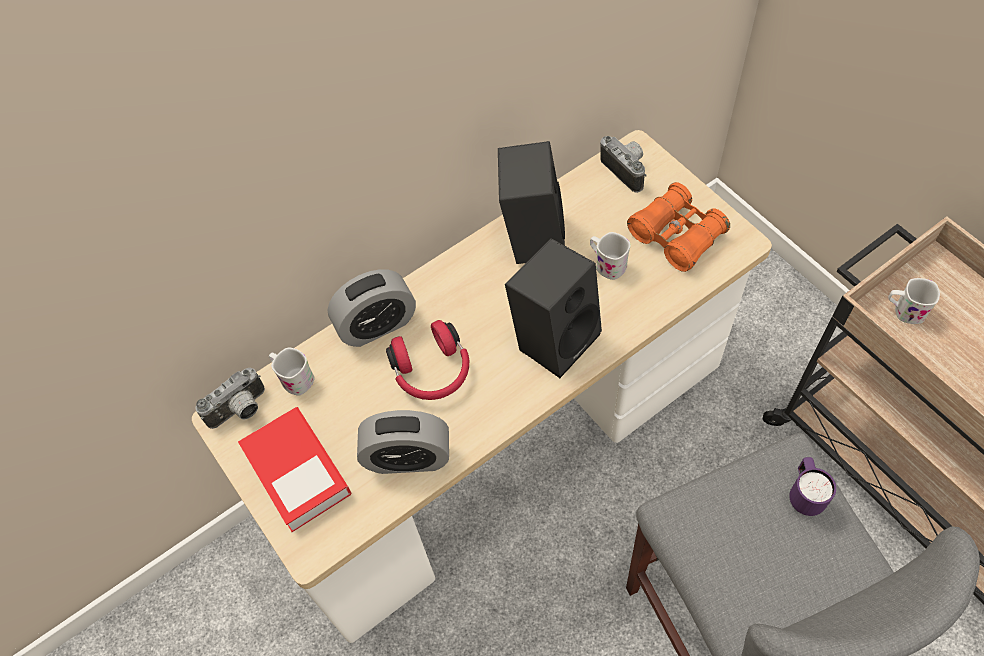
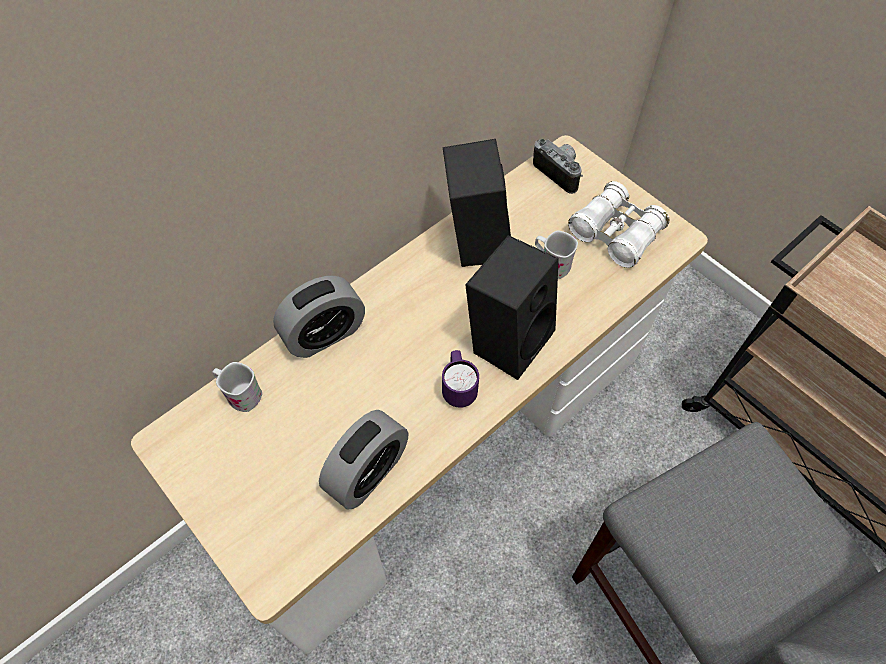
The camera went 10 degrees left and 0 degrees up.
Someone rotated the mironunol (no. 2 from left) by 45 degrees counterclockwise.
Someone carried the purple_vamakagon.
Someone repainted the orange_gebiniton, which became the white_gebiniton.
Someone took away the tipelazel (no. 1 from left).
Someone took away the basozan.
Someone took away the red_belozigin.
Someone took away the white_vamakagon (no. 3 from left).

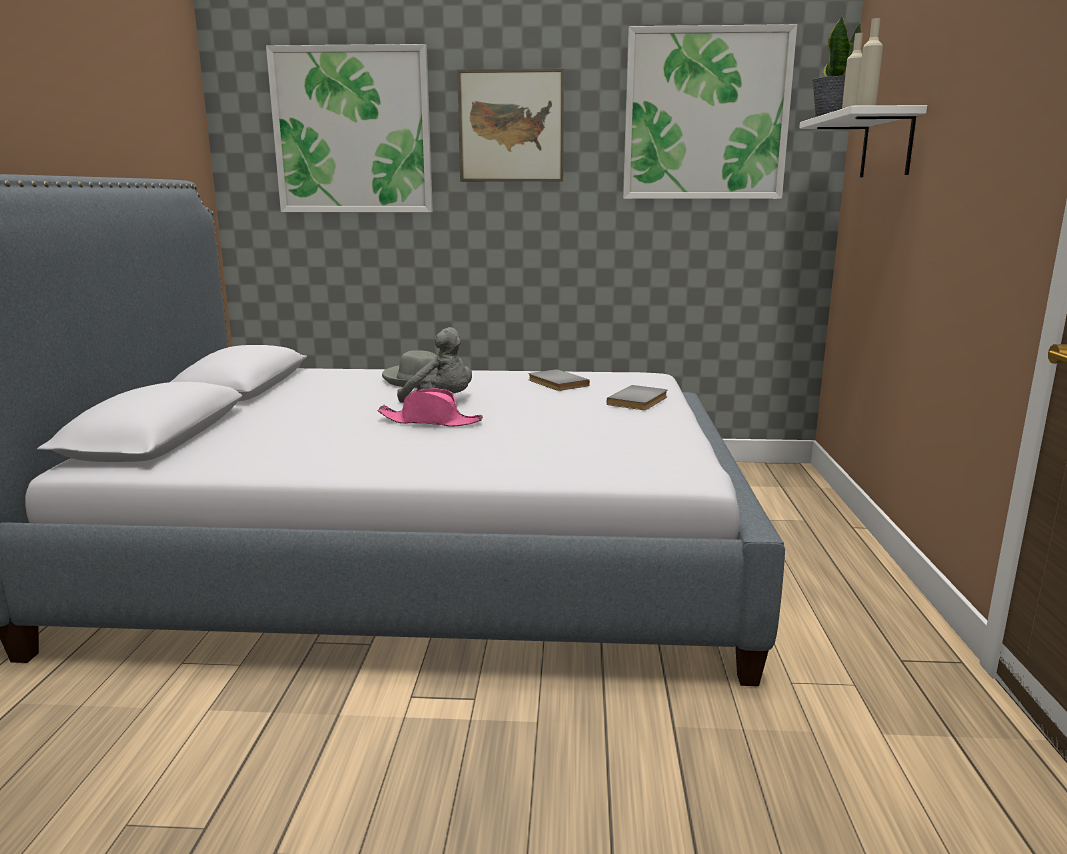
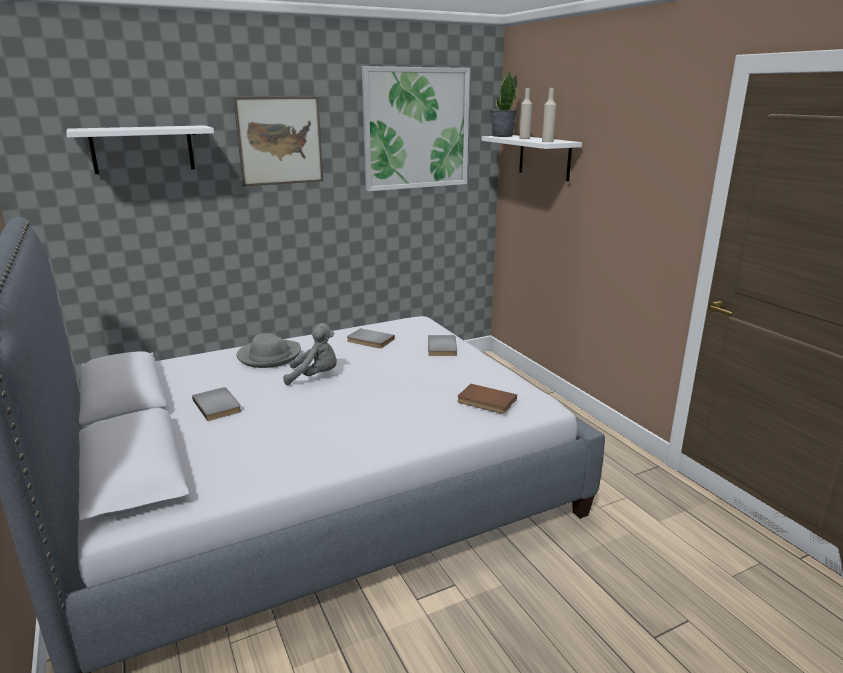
The camera went 30 degrees left and 5 degrees up.
Someone swapped the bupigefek (no. 1 from left) for the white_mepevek (no. 1 from left).
Someone put down the grey_basozan (no. 1 from left).
Someone put down the brown_basozan.
Someone took away the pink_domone.

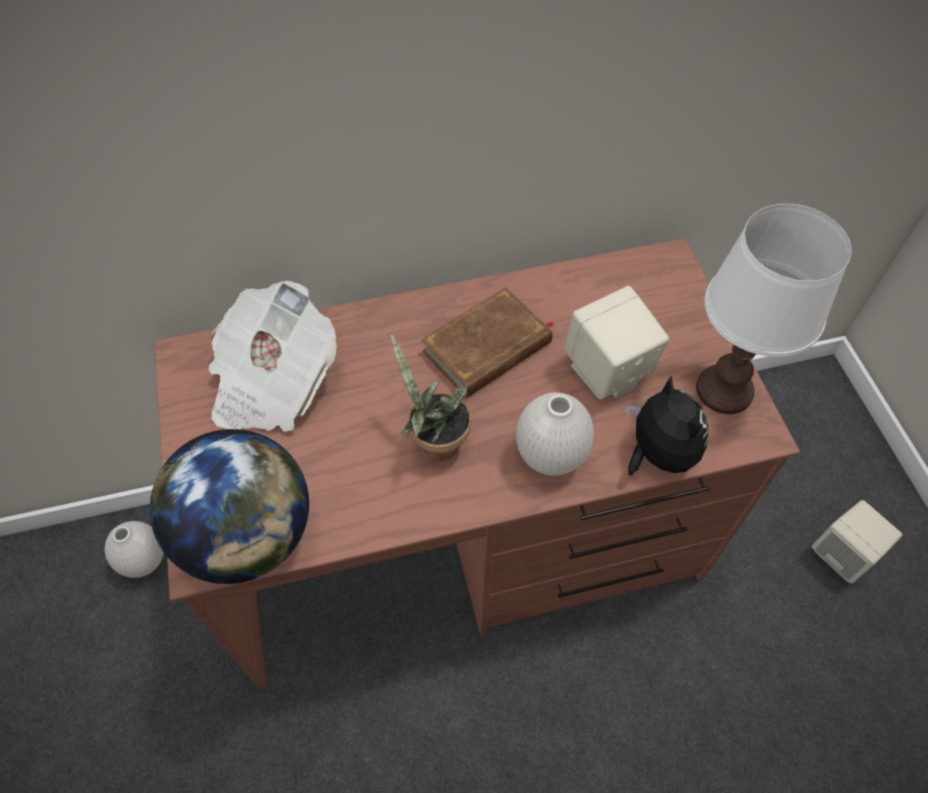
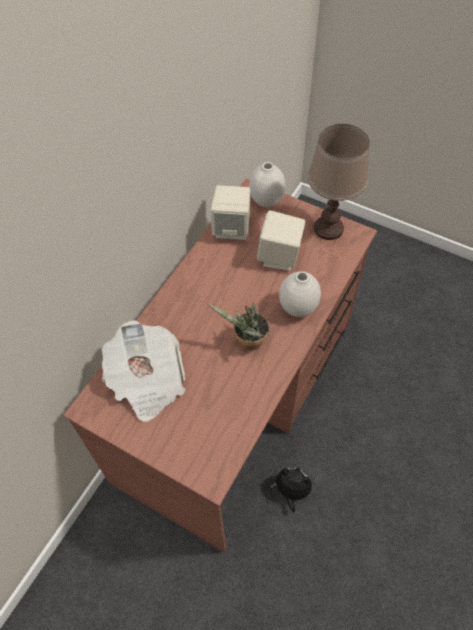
The camera went 45 degrees left and 0 degrees up.
Someone carried the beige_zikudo (no. 2 from left in the first image).
Someone carried the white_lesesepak (no. 1 from left).
Someone carried the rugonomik.
Someone repainted the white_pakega, which became the brown_pakega.
Someone took away the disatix.
Someone took away the brown_basozan.

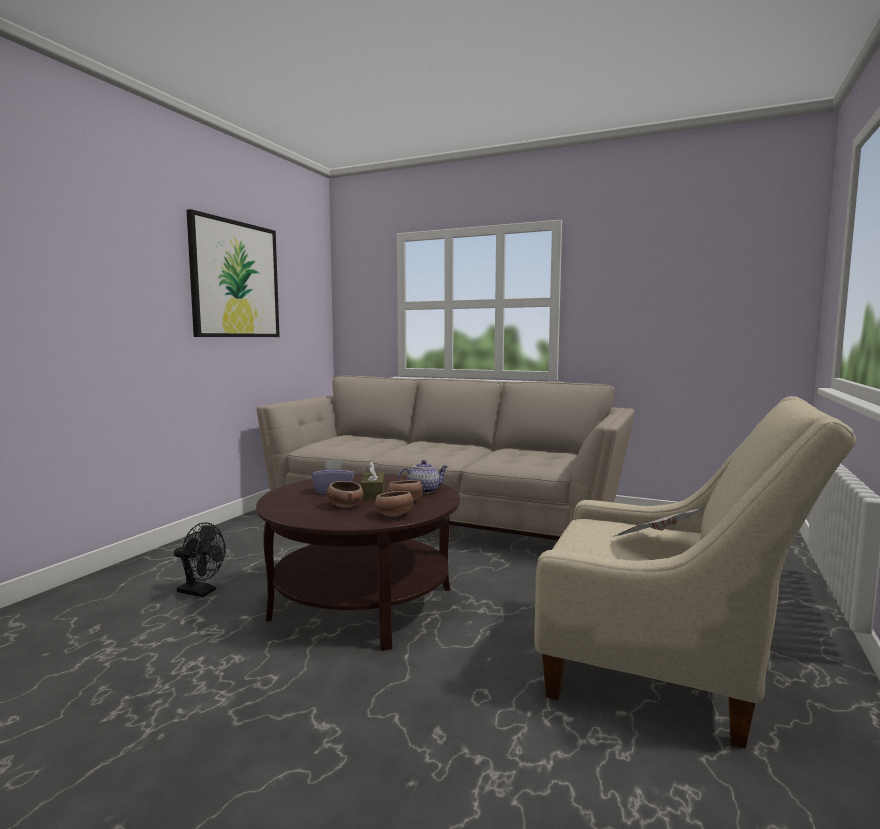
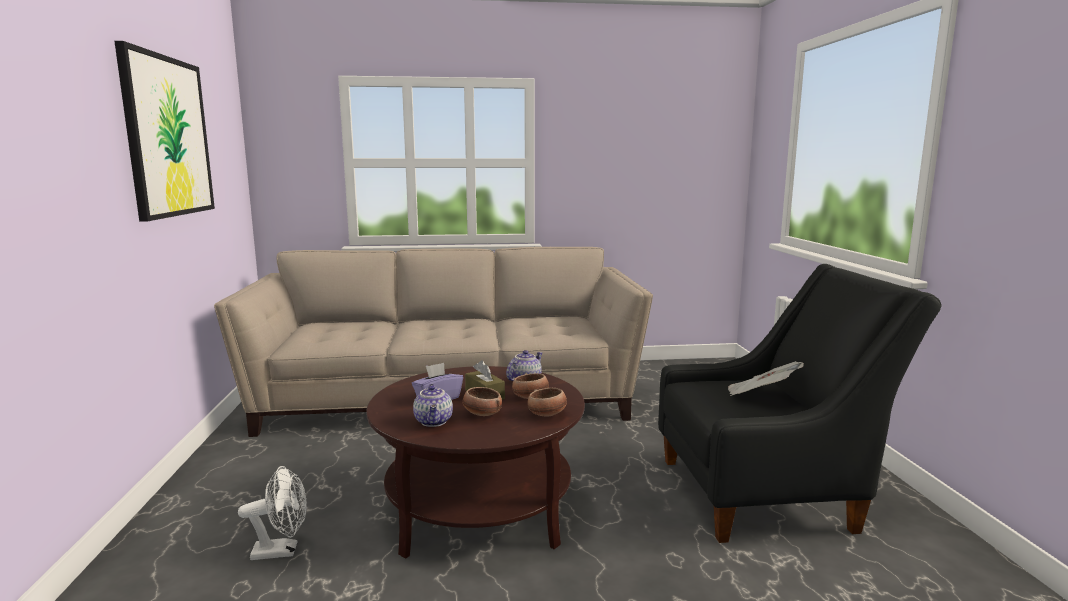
The camera went 30 degrees left and 5 degrees up.
Someone repainted the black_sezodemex, which became the white_sezodemex.
Someone put down the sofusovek (no. 1 from left).
Someone repainted the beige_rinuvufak, which became the black_rinuvufak.

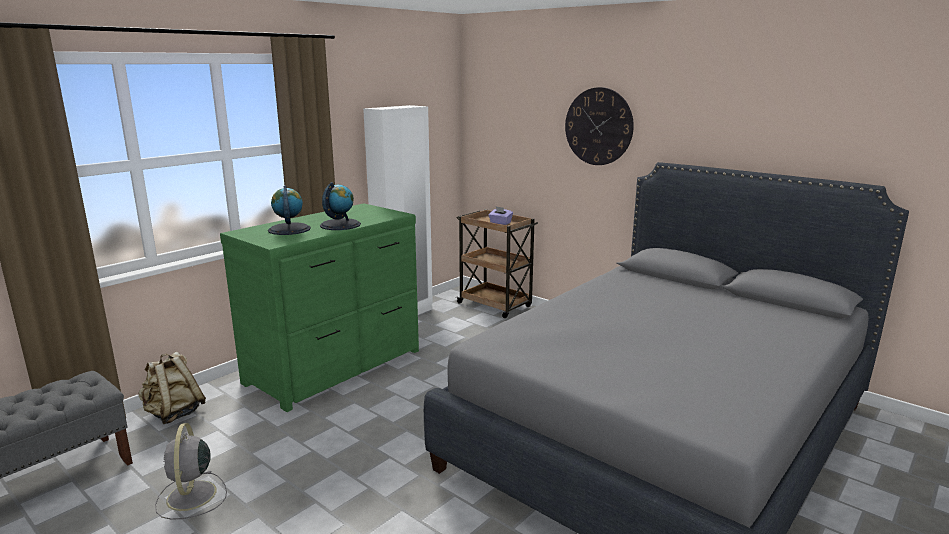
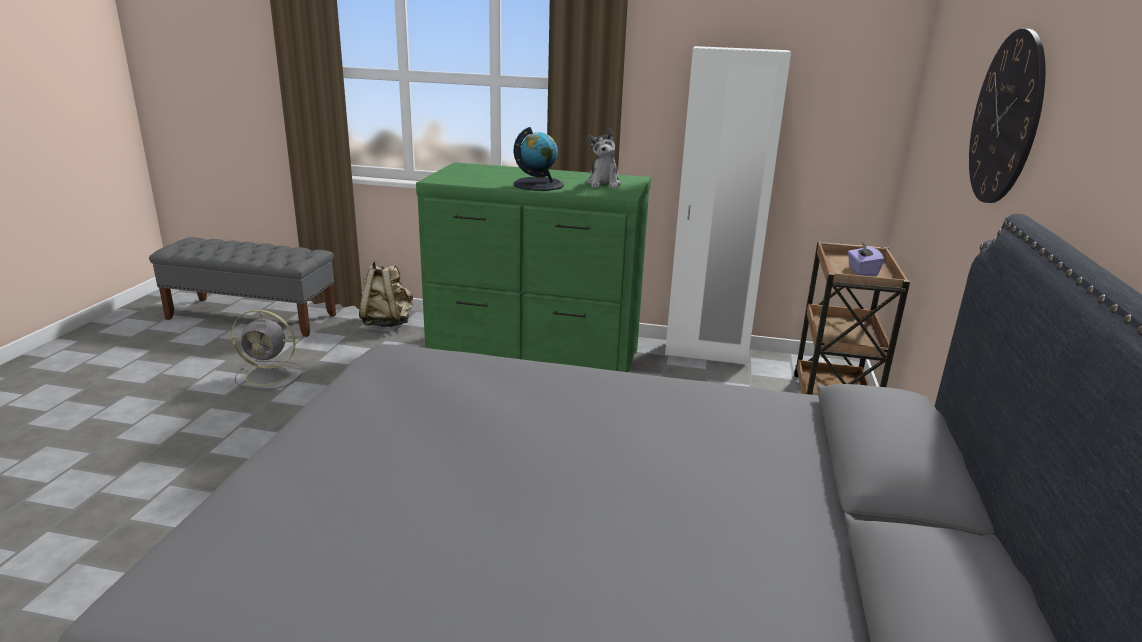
The camera went 60 degrees right and 5 degrees up.
Someone rotated the grey_sezodemex by 135 degrees counterclockwise.
Someone put down the rugonomik.
Someone took away the disatix (no. 1 from left).

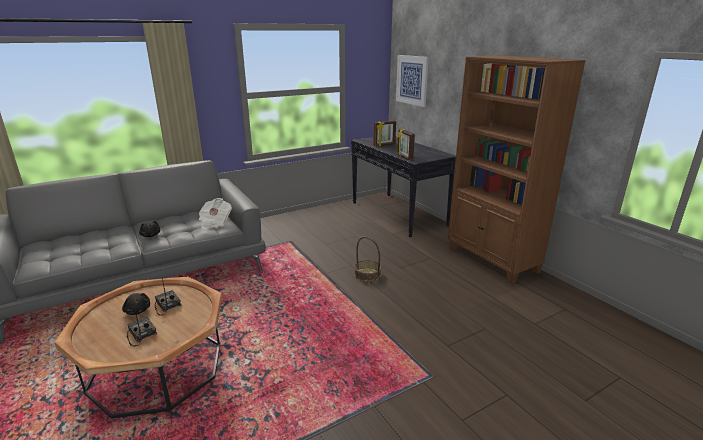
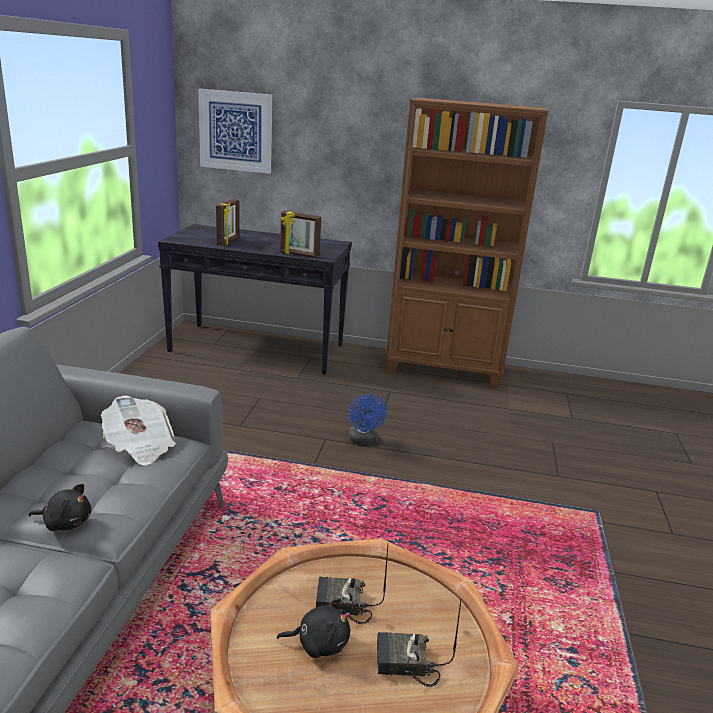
The camera went 50 degrees left and 0 degrees up.
Someone swapped the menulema for the blue_sezodemex.

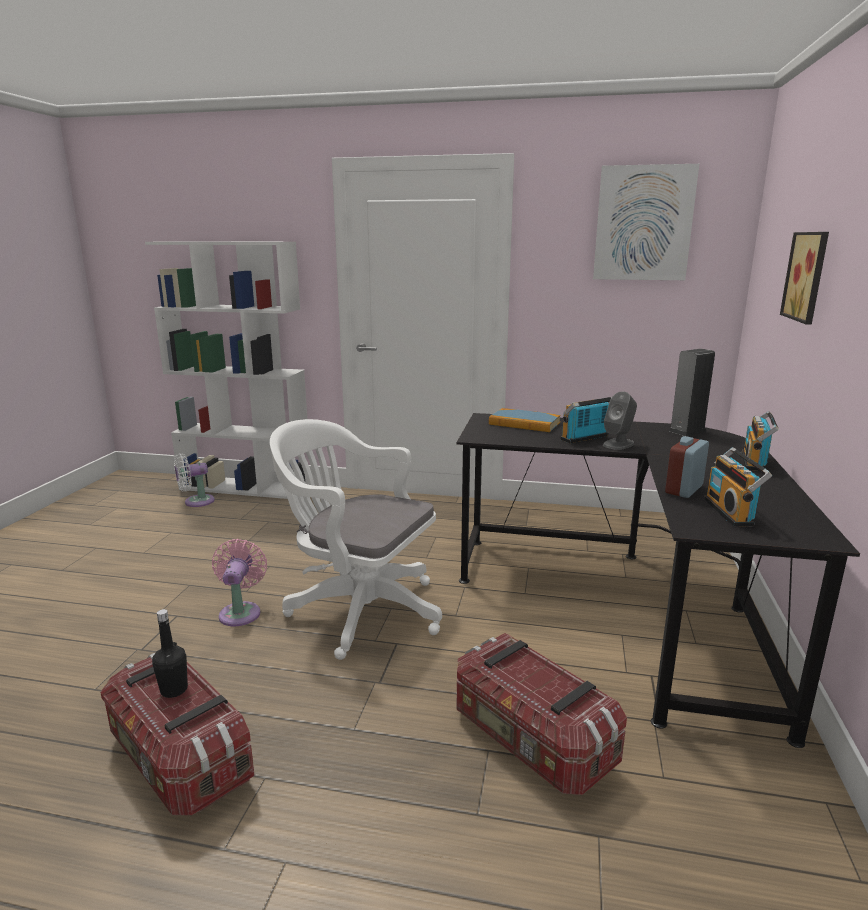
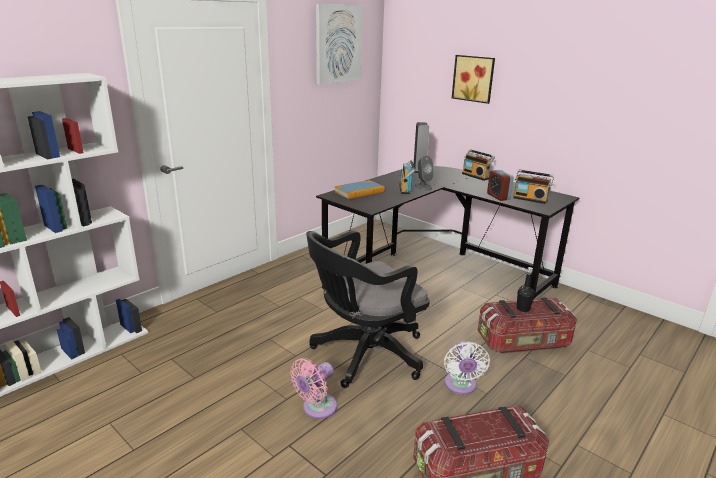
The camera went 60 degrees left and 5 degrees up.
Someone rotated the pink_sezodemex by 75 degrees counterclockwise.
Someone repainted the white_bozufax, which became the black_bozufax.
Someone carried the white_sezodemex.
Someone carried the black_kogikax.

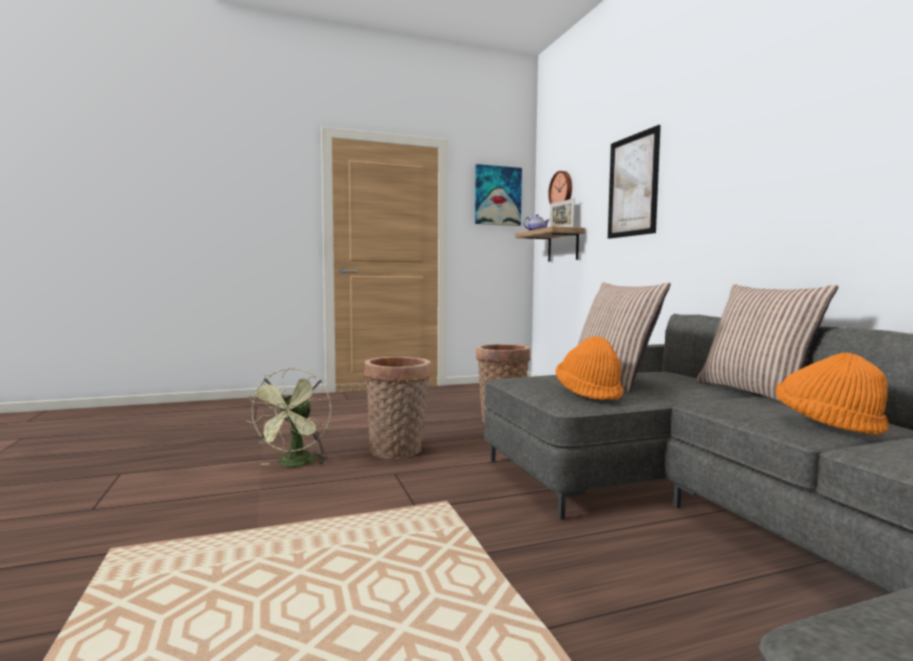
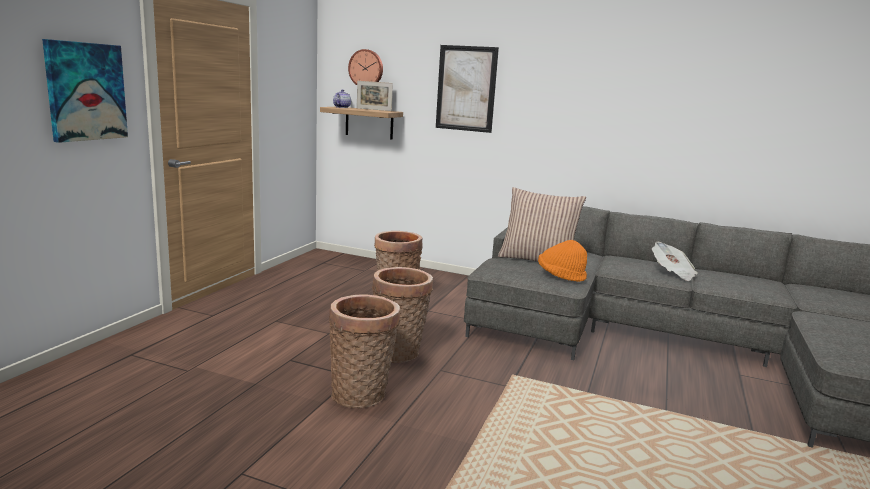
The camera went 50 degrees left and 10 degrees up.
Someone carried the bupigefek (no. 1 from left).
Someone swapped the green_sezodemex for the menulema (no. 1 from left).
Someone swapped the orange_domone (no. 2 from left) for the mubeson.
Someone took away the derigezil (no. 2 from left).

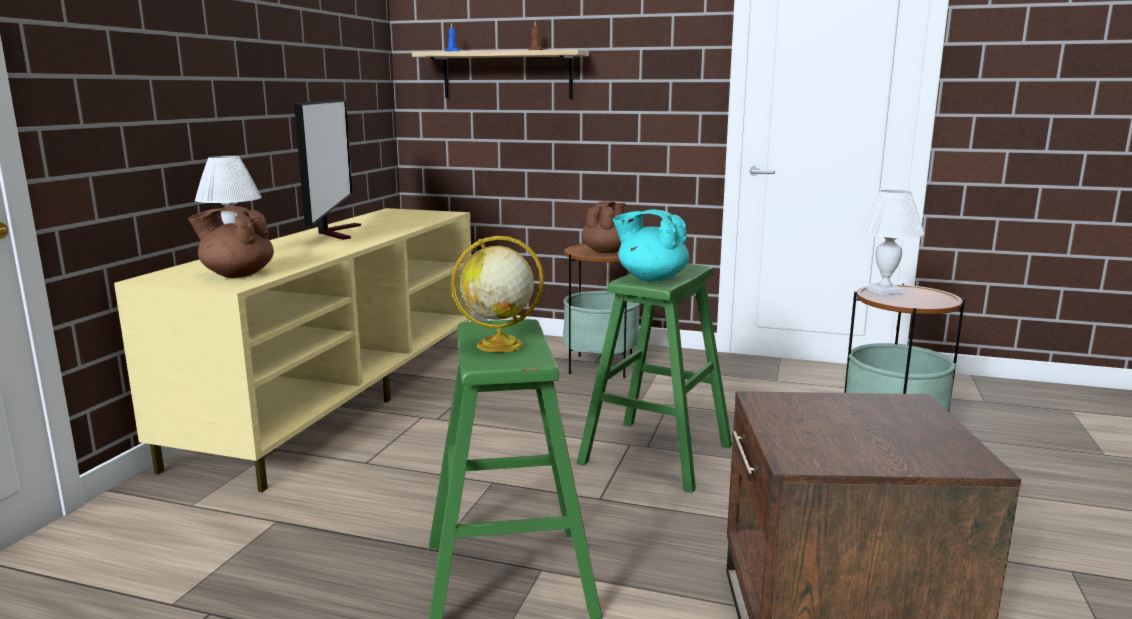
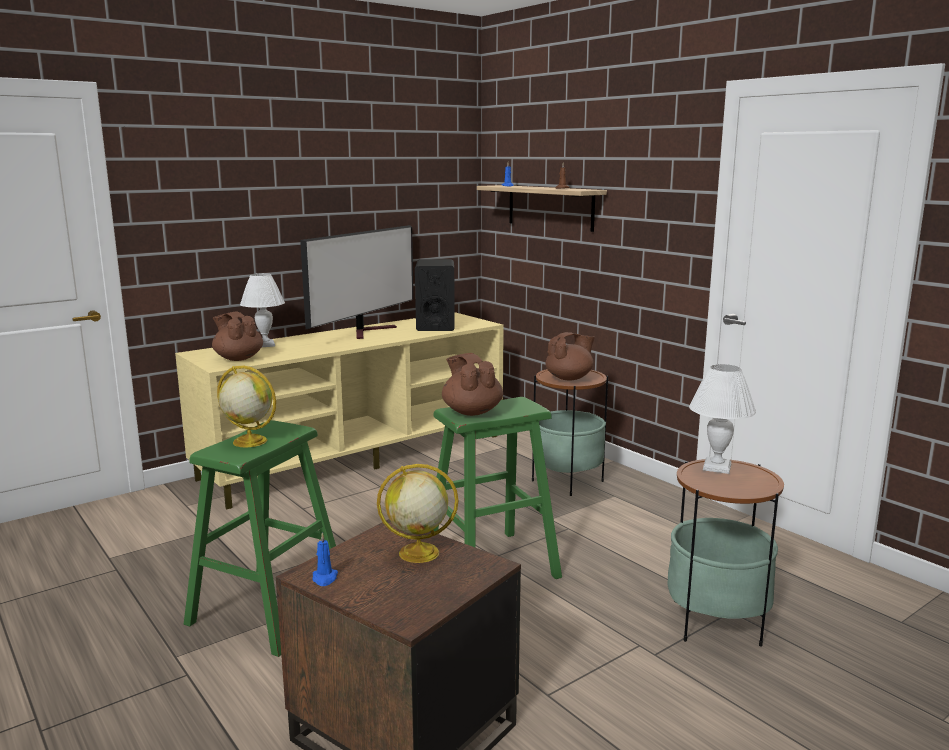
The camera went 35 degrees right and 0 degrees up.
Someone put down the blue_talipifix (no. 1 from left).
Someone put down the disatix (no. 2 from left).
Someone put down the black_zikudo.
Someone repainted the turquoise_sofusovek, which became the brown_sofusovek (no. 2 from left).

